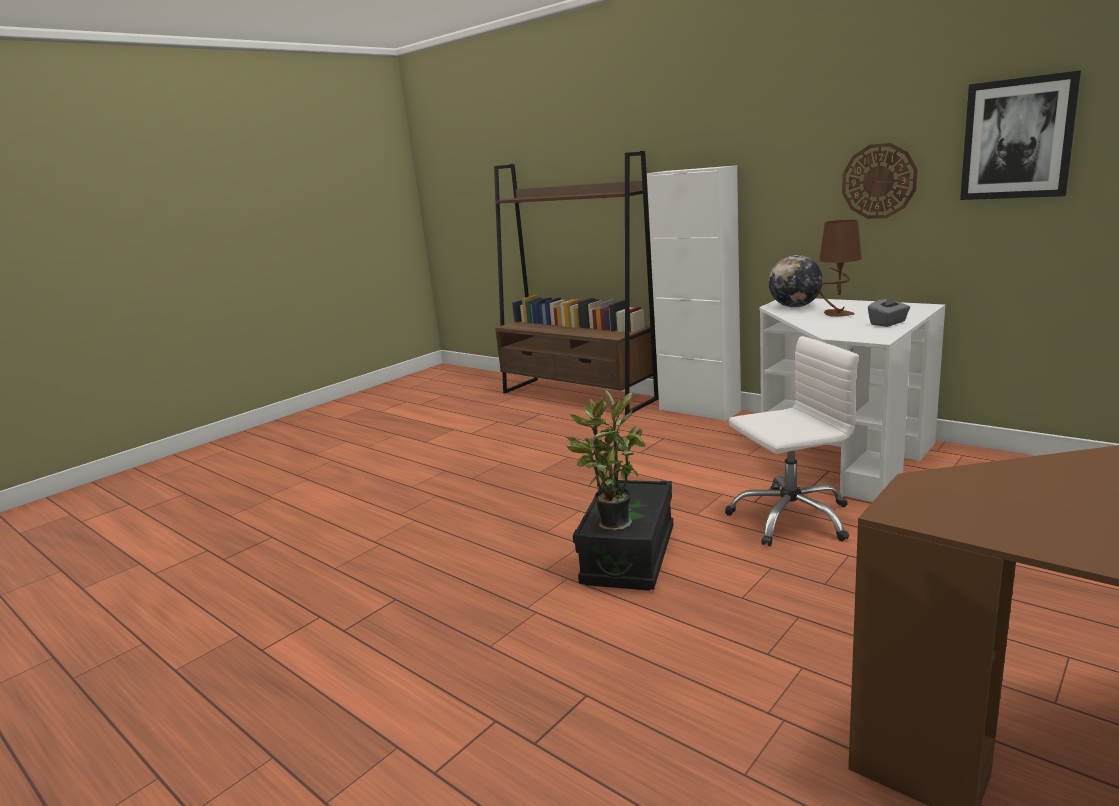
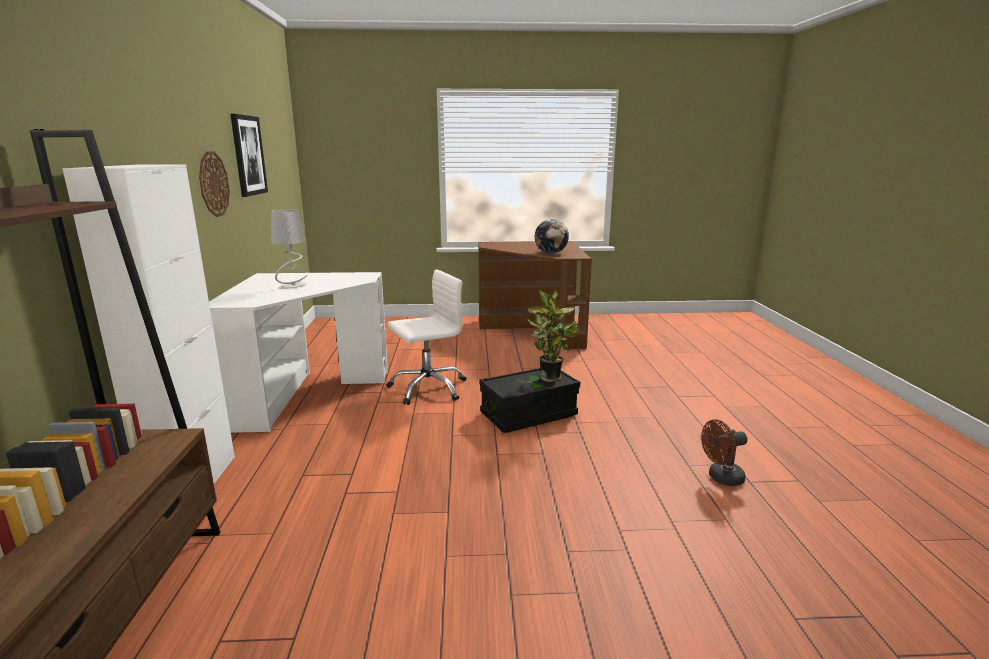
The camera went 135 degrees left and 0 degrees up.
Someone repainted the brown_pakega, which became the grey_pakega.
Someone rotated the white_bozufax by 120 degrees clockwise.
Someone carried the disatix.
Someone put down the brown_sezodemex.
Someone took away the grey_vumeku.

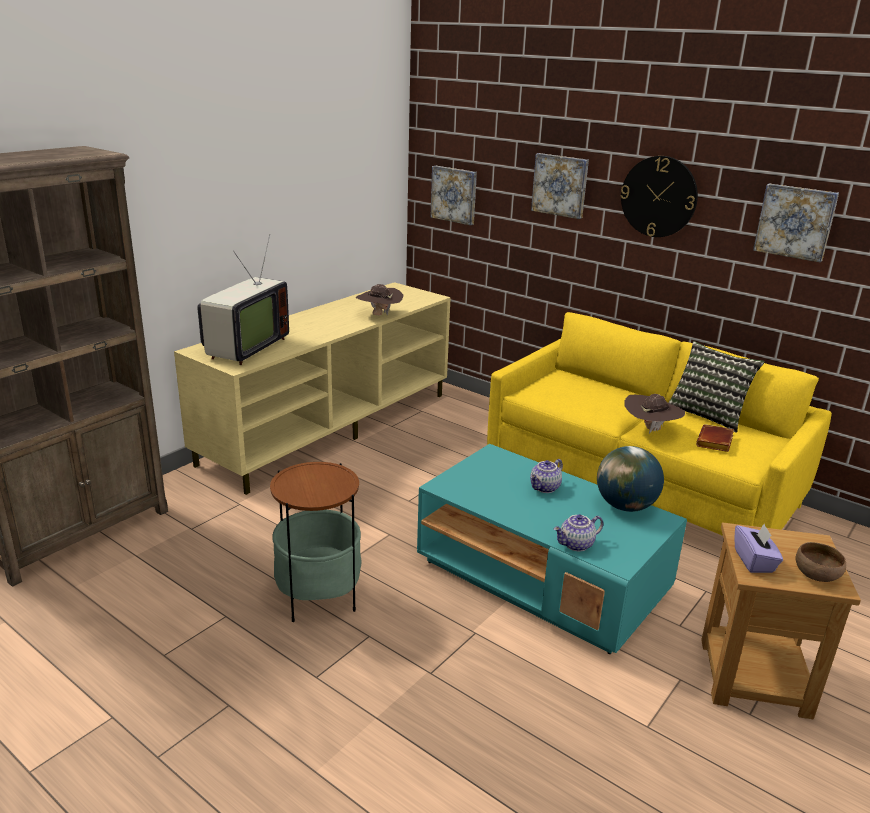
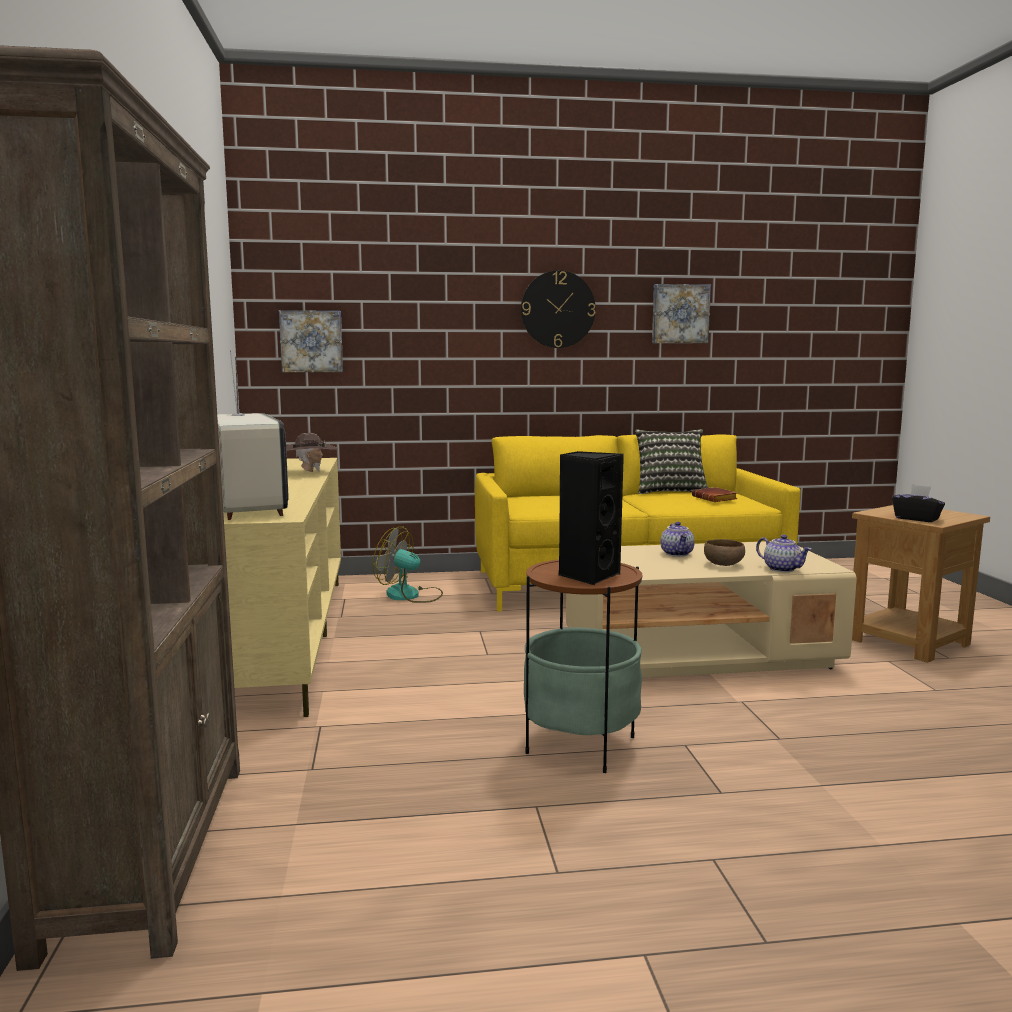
The camera went 45 degrees left and 15 degrees down.
Someone put down the sezodemex.
Someone put down the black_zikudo.
Someone repainted the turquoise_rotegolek, which became the beige_rotegolek.
Someone carried the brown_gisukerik.
Someone rotated the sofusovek (no. 2 from left) by 60 degrees counterclockwise.
Someone repainted the purple_vumeku, which became the black_vumeku.
Someone took away the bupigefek (no. 2 from left).
Someone took away the disatix.
Someone took away the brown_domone (no. 2 from left).

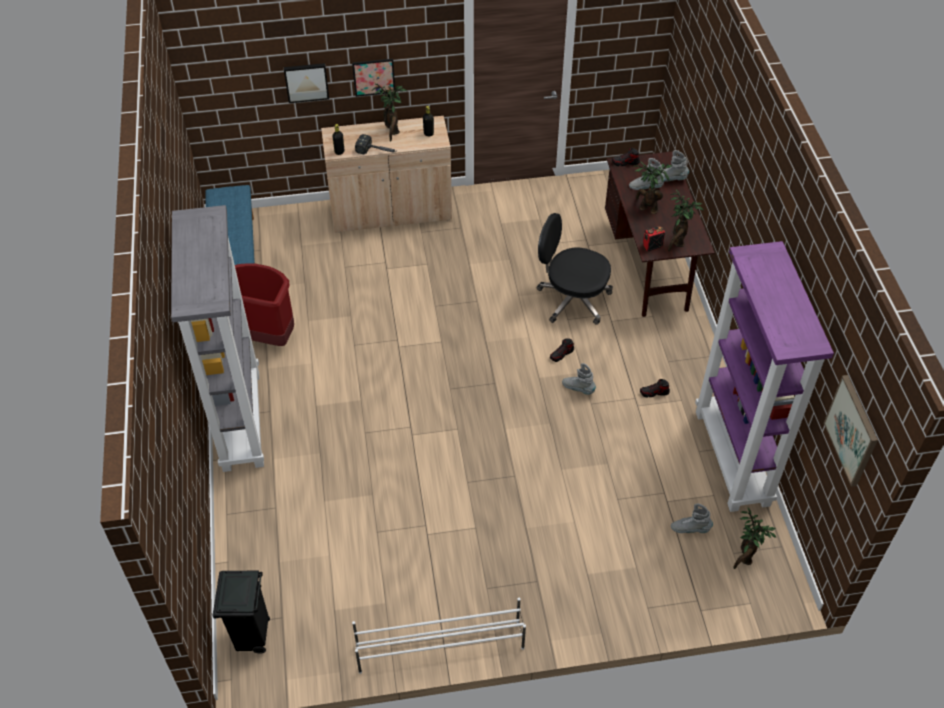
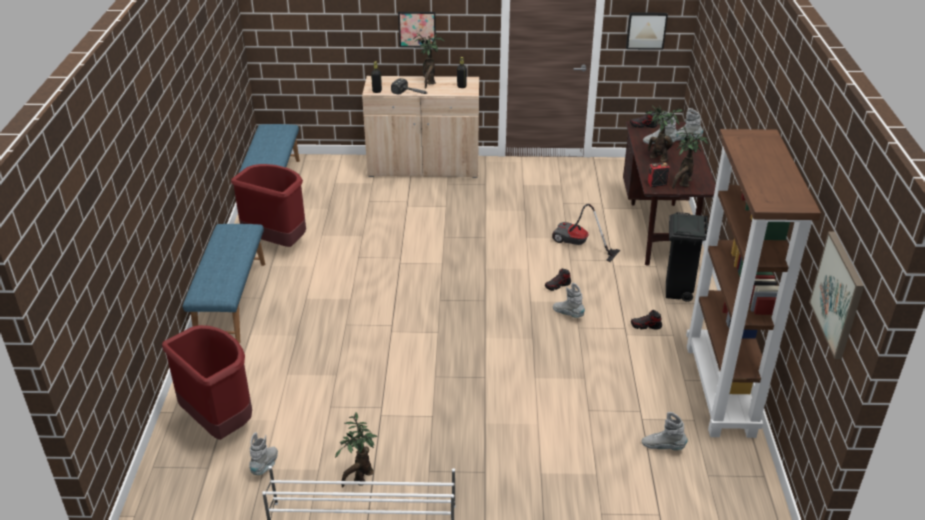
The camera went 10 degrees right and 15 degrees down.
Someone put down the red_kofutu (no. 1 from left).
Someone swapped the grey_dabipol for the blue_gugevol (no. 1 from left).
Someone put down the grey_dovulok (no. 1 from left).
Someone carried the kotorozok (no. 4 from left in the first image).
Someone swapped the black_bozufax for the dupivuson.
Someone carried the bupigefek (no. 1 from left in the first image).
Someone carried the black_kofutu.
Someone repainted the purple_dabipol, which became the brown_dabipol.

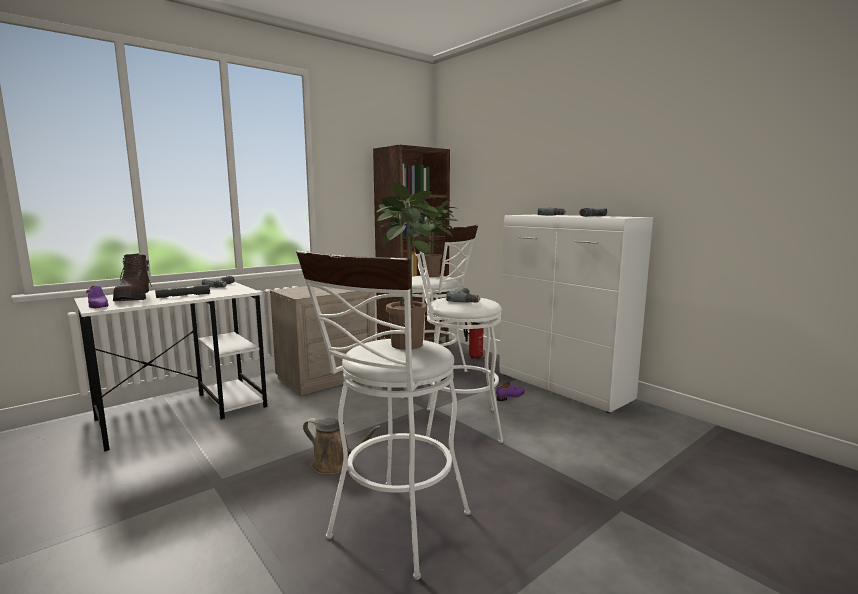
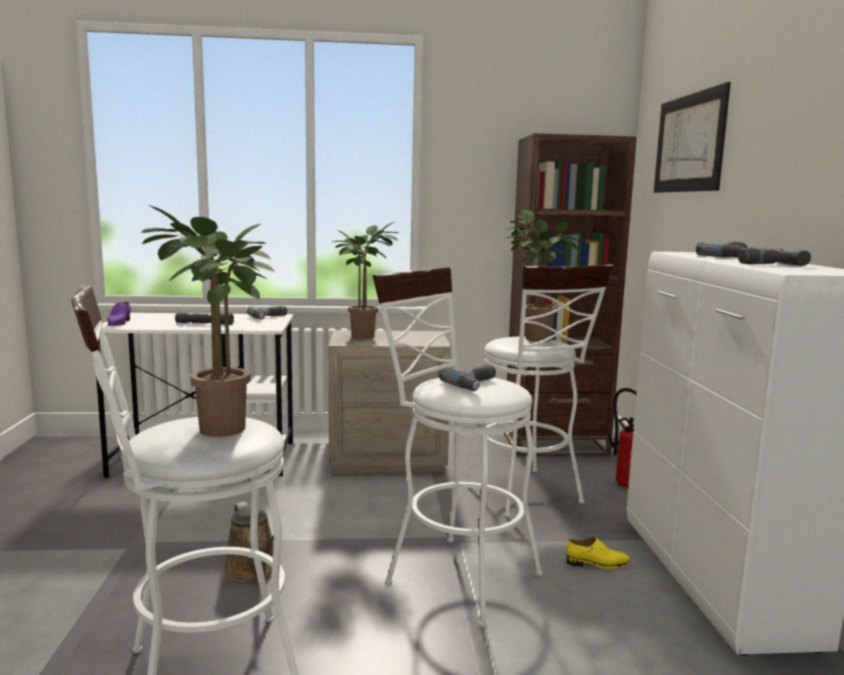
The camera went 35 degrees right and 0 degrees up.
Someone put down the kotorozok (no. 2 from left).
Someone repainted the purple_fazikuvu (no. 2 from left), which became the yellow_fazikuvu.
Someone put up the bupigefek.
Someone took away the brown_dovulok.

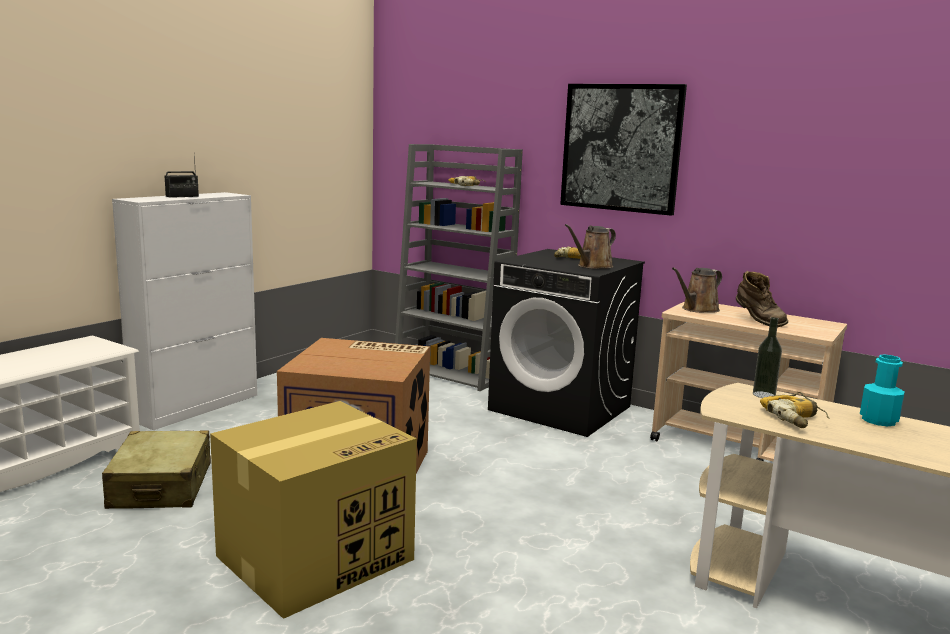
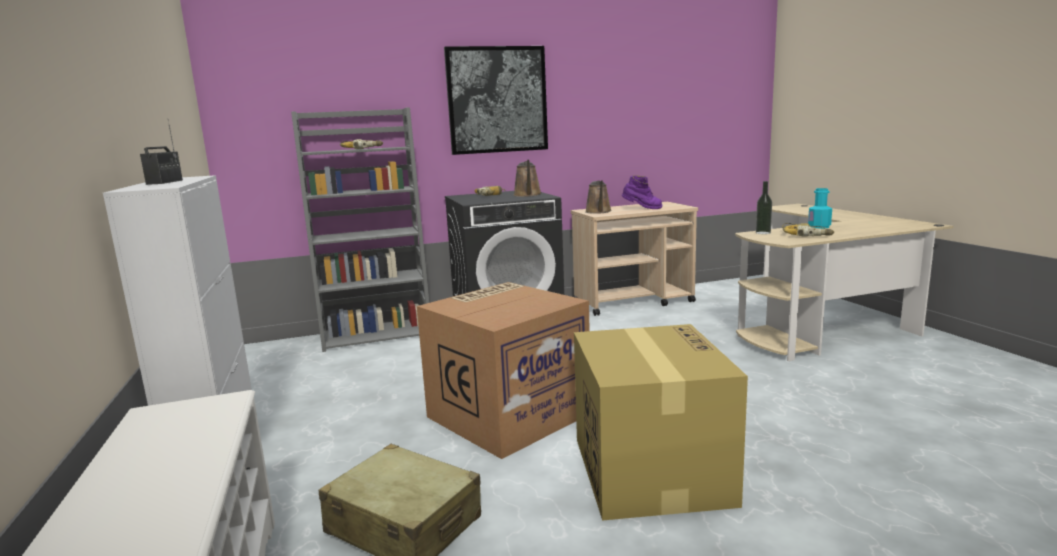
The camera went 50 degrees left and 0 degrees up.
Someone repainted the brown_dovulok, which became the purple_dovulok.

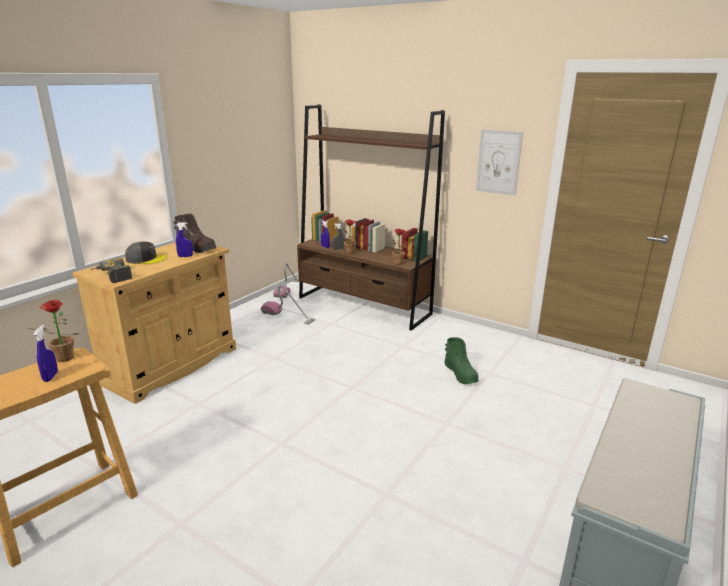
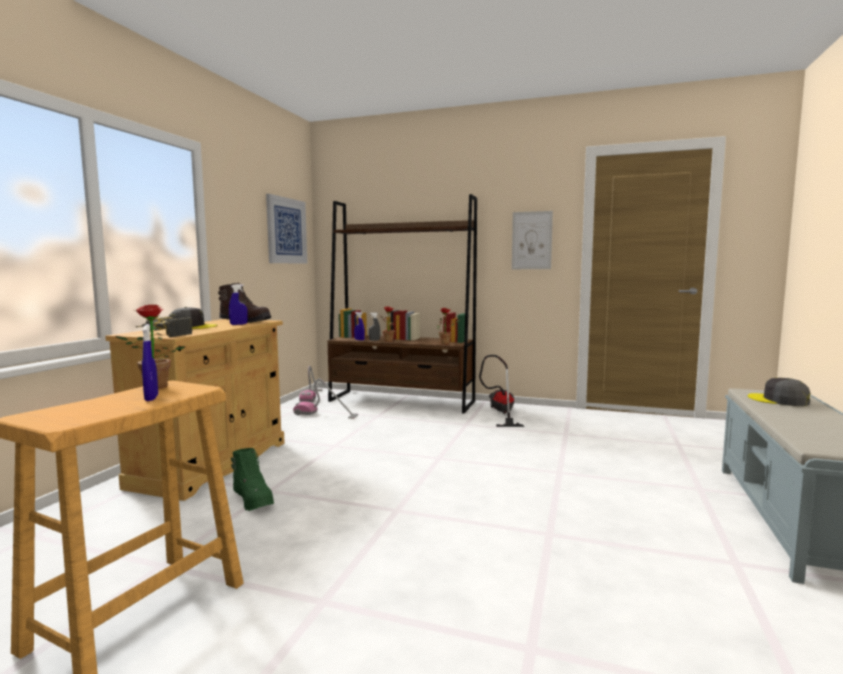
The camera went 15 degrees left and 15 degrees down.
Someone carried the green_dovulok.
Someone put up the bupigefek (no. 1 from left).
Someone put down the dupivuson (no. 3 from left).
Someone put down the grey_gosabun (no. 2 from left).

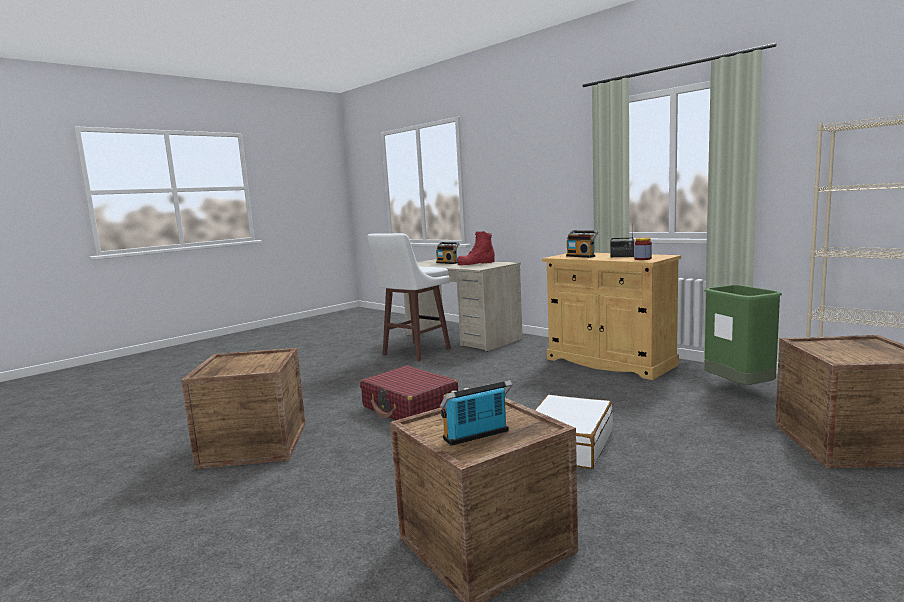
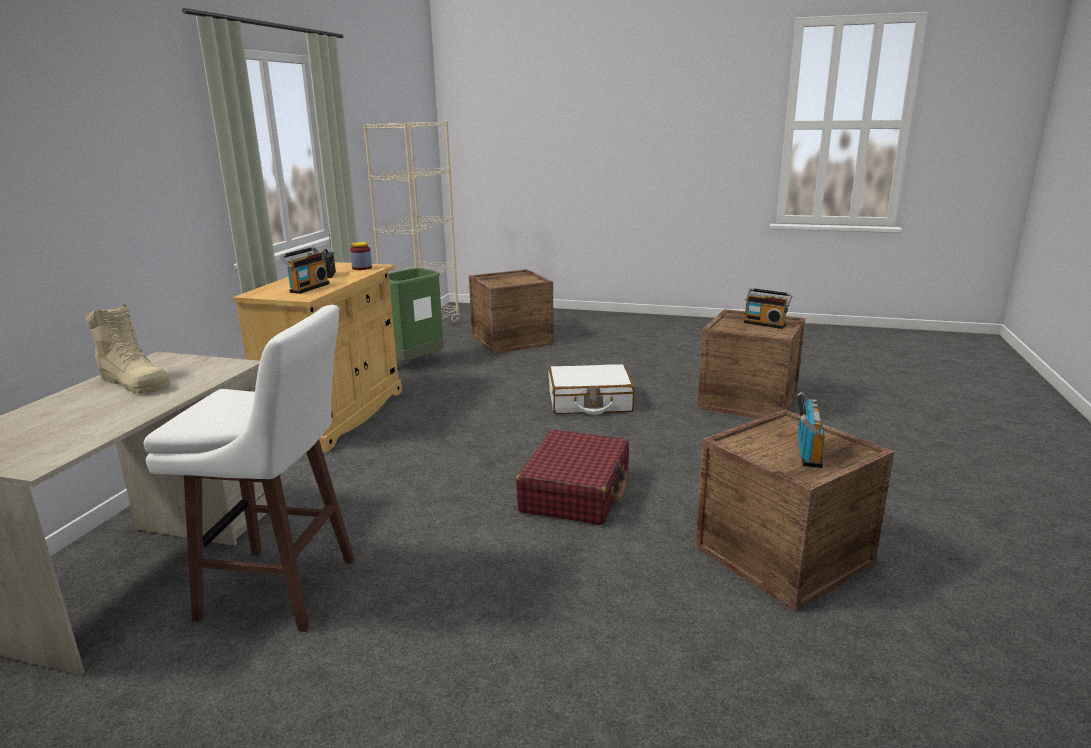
The camera went 120 degrees left and 10 degrees up.
Someone repainted the red_dovulok, which became the beige_dovulok.
Someone carried the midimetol (no. 1 from left in the first image).

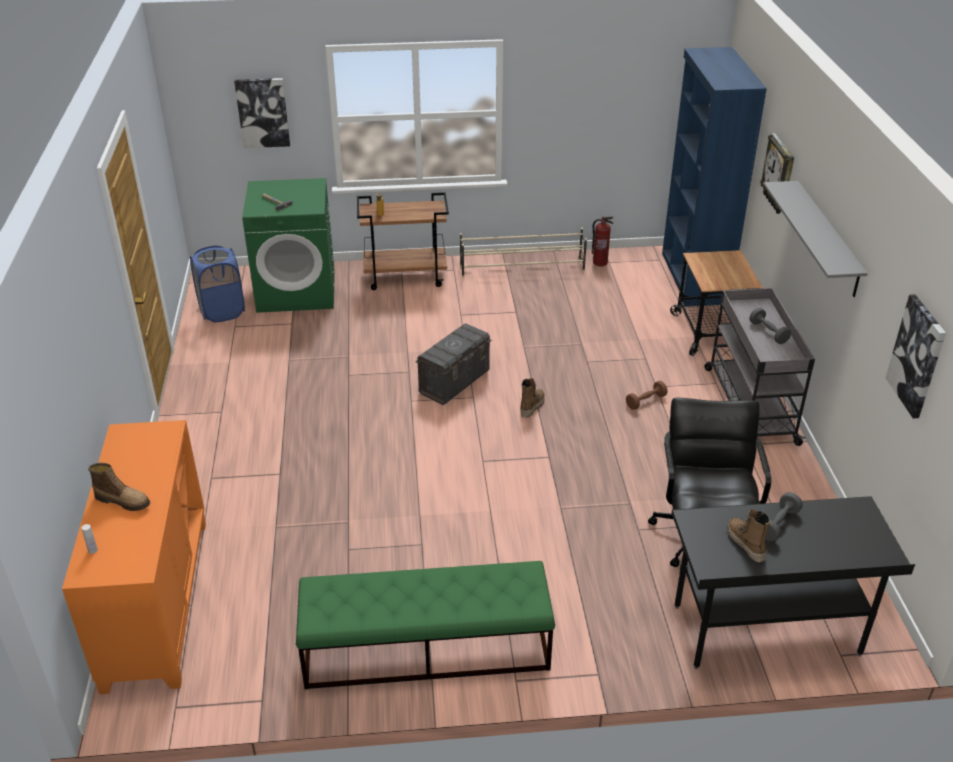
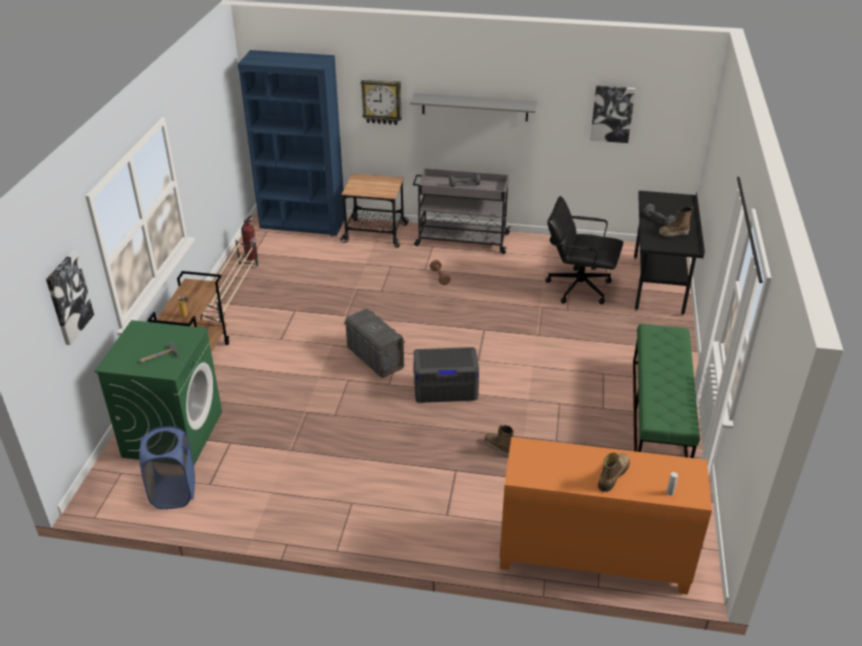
The camera went 75 degrees left and 0 degrees up.
Someone put down the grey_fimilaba (no. 2 from left).
Someone carried the dovulok (no. 2 from left in the first image).

